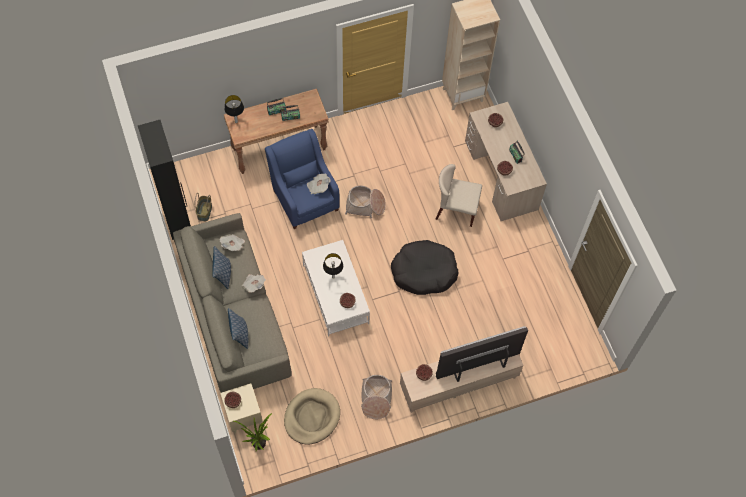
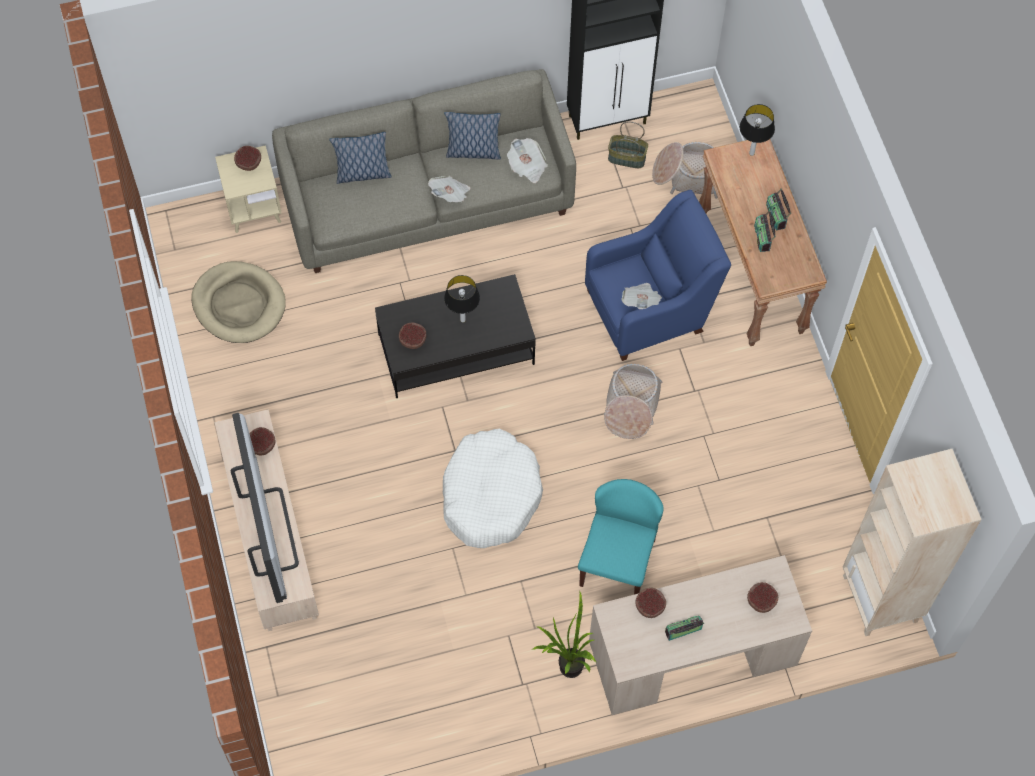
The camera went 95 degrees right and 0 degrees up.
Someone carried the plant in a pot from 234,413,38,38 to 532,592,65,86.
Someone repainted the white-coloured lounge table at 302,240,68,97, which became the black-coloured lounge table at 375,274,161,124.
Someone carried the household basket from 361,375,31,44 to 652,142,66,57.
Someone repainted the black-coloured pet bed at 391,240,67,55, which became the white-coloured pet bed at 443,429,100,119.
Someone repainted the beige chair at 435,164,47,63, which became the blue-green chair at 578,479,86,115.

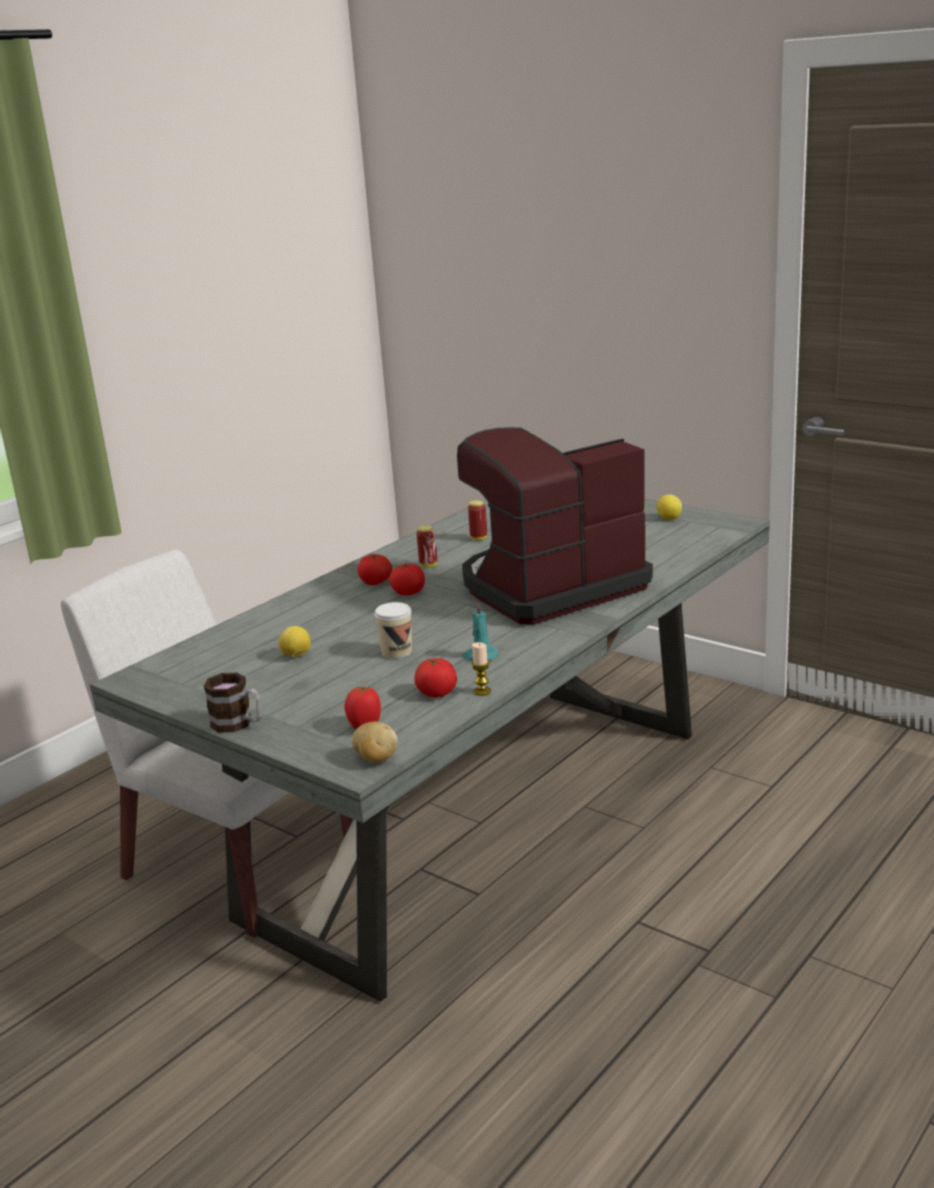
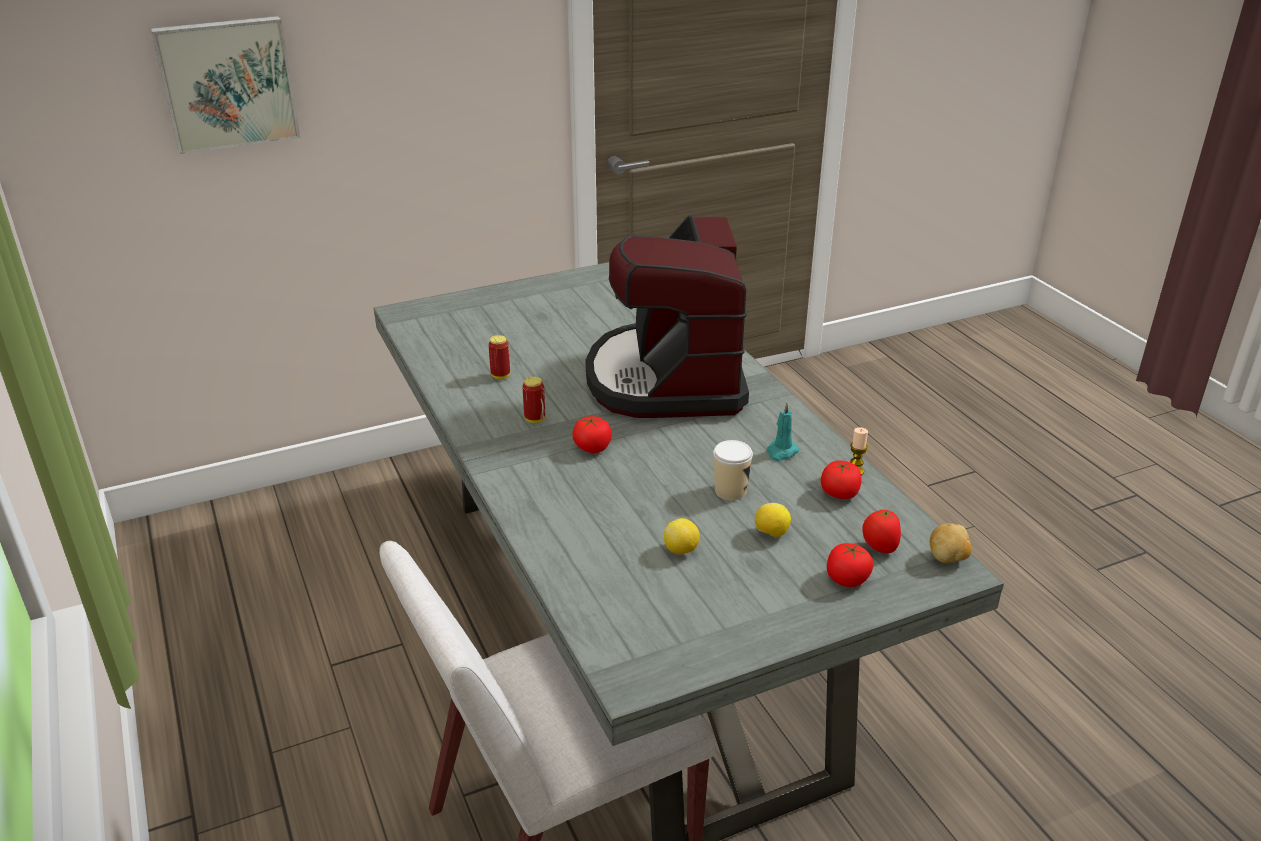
The camera went 65 degrees left and 10 degrees up.
Someone took away the coffee mug at 204,673,58,60.
Someone carried the whole tomato from 358,554,34,31 to 827,543,46,44.
Someone carried the whole lemon from 656,494,26,26 to 755,503,36,35.
Someone put up the wall art at 151,16,149,138.

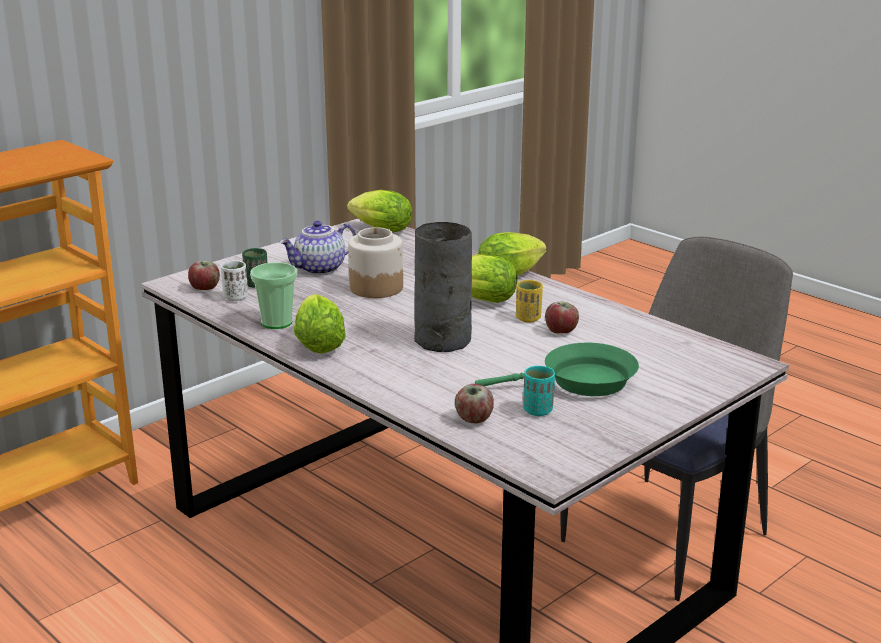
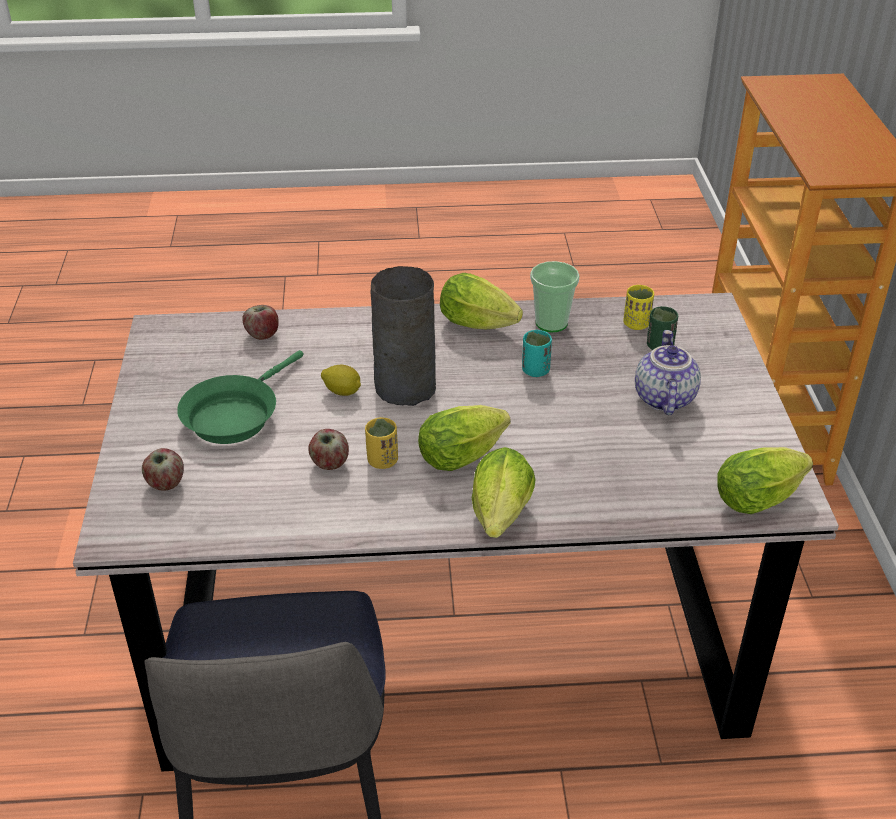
The camera went 130 degrees right and 15 degrees up.
Someone carried the apple from 188,261,32,29 to 142,448,42,42.
Someone repainted the white-coloured cup at 221,261,27,40, which became the yellow-coloured cup at 623,285,31,45.
Someone took away the preserve jar at 348,227,55,71.
Someone carried the blue-green cup from 523,366,32,50 to 522,330,30,47.
Someone put down the whole lemon at 321,365,40,31.

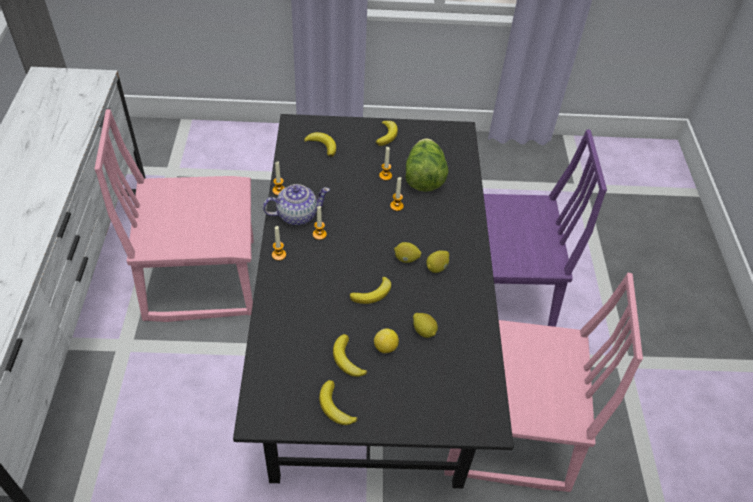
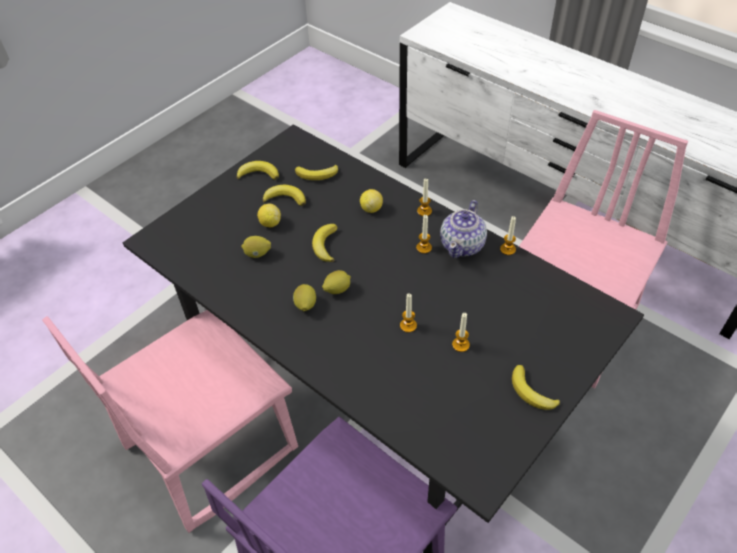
The camera went 135 degrees right and 0 degrees up.
Someone carried the banana from 304,132,32,25 to 295,165,43,15.
Someone took away the head of lettuce at 405,138,44,54.
Someone put down the whole lemon at 360,189,23,24.

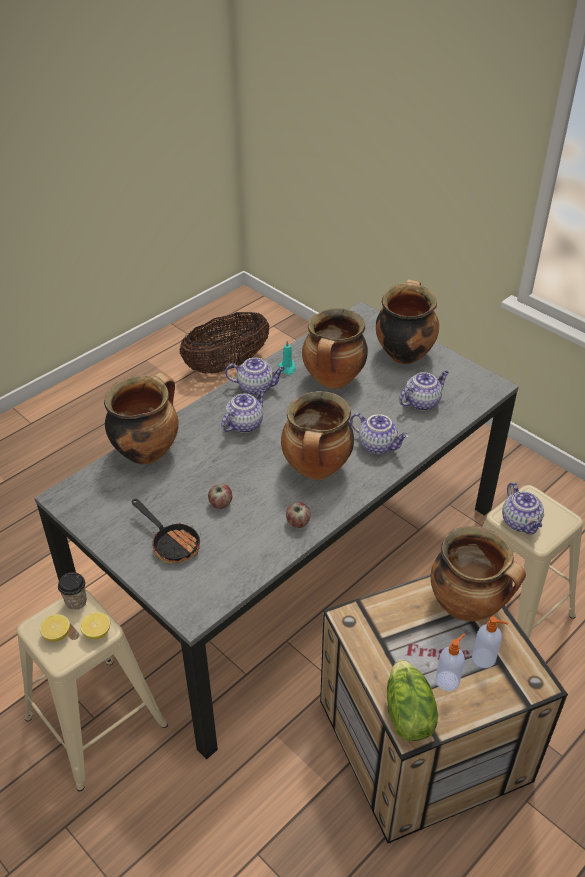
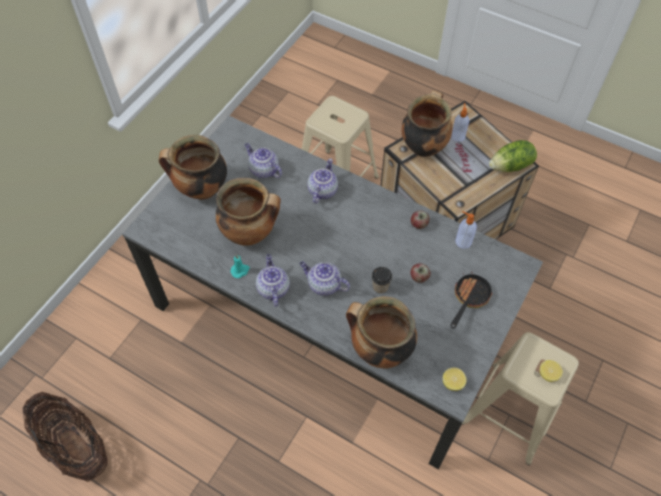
The camera went 105 degrees left and 15 degrees up.
Someone carried the cup from 58,572,29,38 to 371,267,21,27.
Someone carried the whole lemon from 80,612,30,27 to 443,368,24,23.
Someone took away the saucepot at 281,391,73,89.
Someone carried the soap dispenser from 435,633,30,58 to 455,211,22,38.
Someone took away the tea pot at 502,482,42,53.

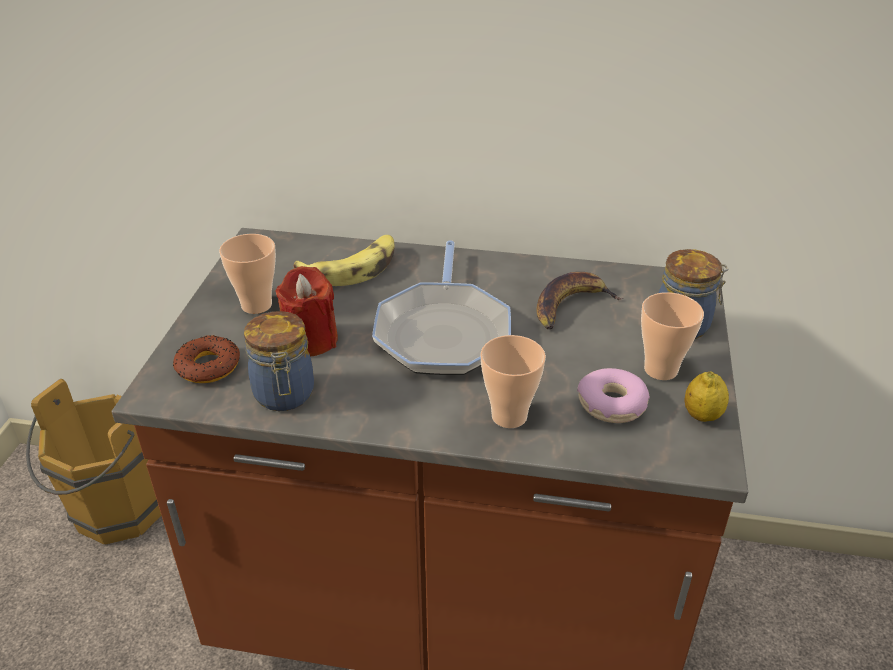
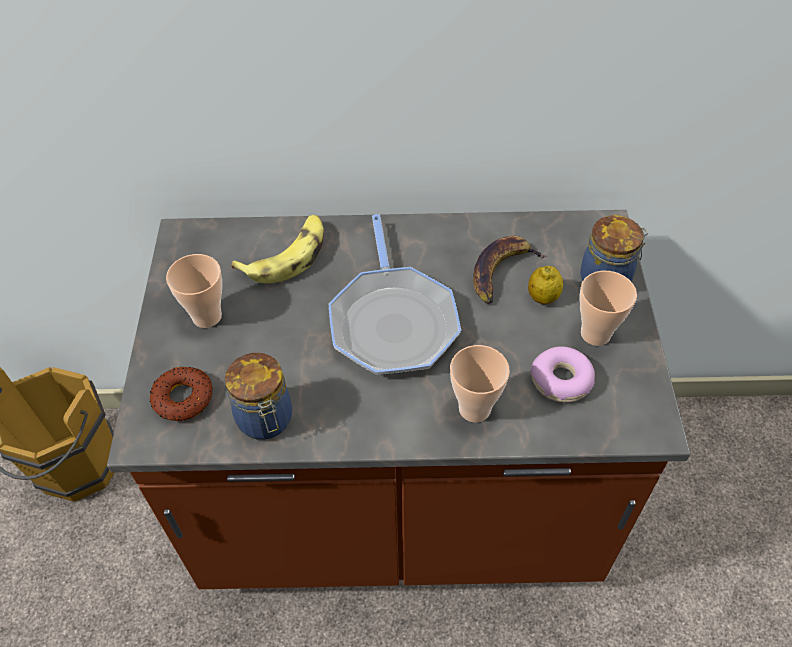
The camera went 10 degrees left and 15 degrees up.
Someone took away the reddish candle at 275,266,63,90.
Someone carried the whole lemon from 684,371,45,51 to 528,266,35,38.

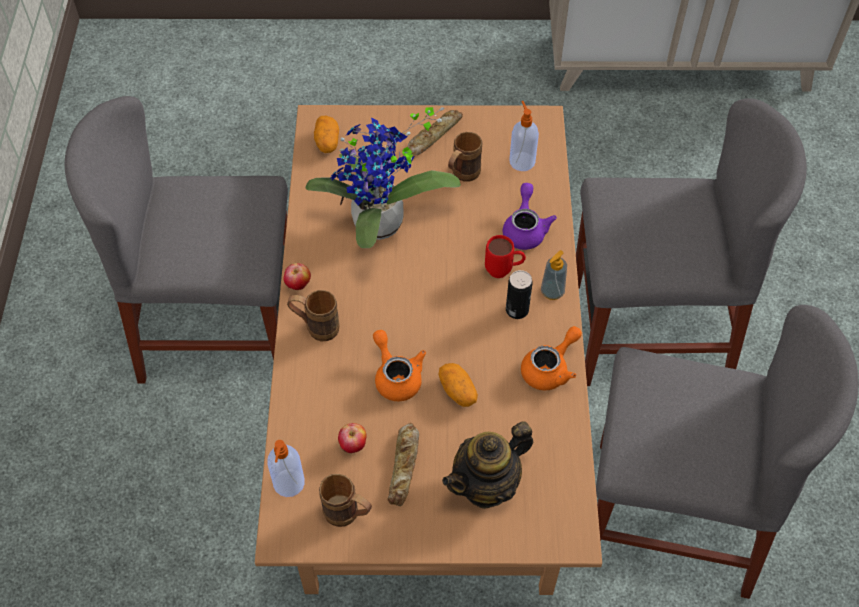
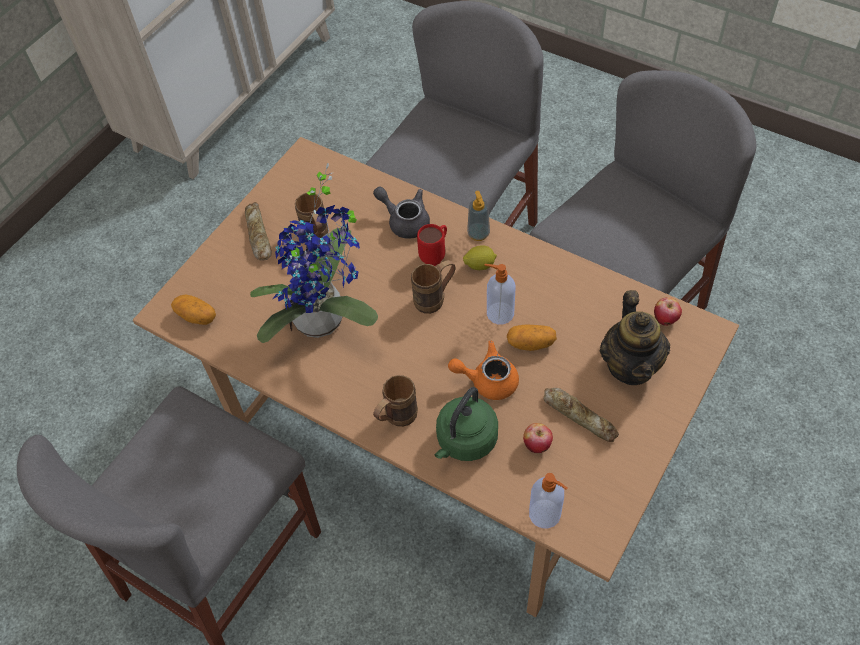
The camera went 55 degrees left and 0 degrees up.
Someone carried the apple from 283,263,28,27 to 654,297,28,29.
Someone carried the brownish coffee mug from 319,474,53,53 to 411,260,45,54.
Someone repainted the purplish tea pot at 503,183,54,67, which became the grey tea pot at 373,186,57,53.
Someone swapped the sealed can at 506,270,27,49 for the whole lemon at 463,245,34,25.
Someone carried the soap dispenser from 509,101,30,70 to 485,264,31,61.
Someone took away the orangey tea pot at 521,326,61,64.
Someone put down the green tea kettle at 434,387,64,74.

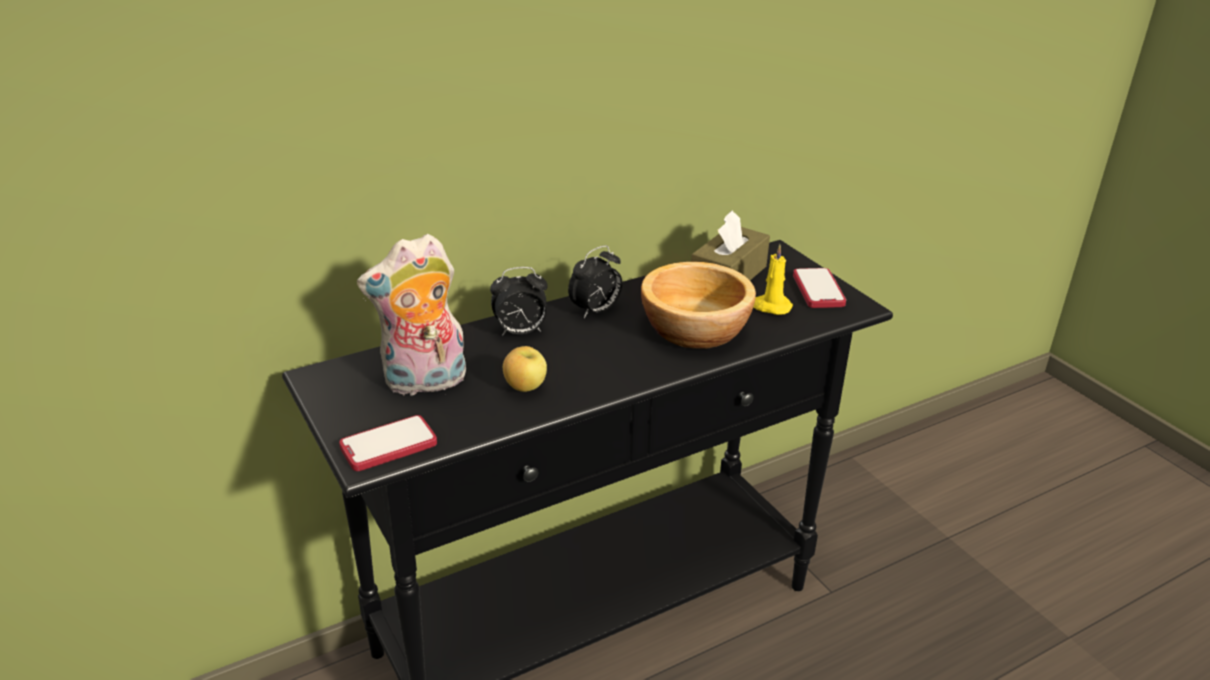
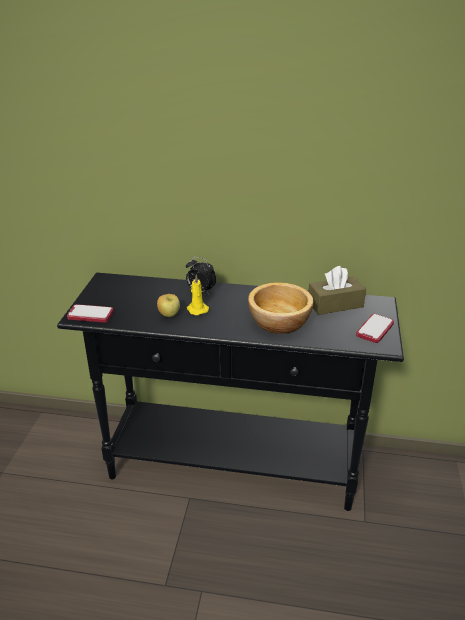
The camera went 40 degrees right and 0 degrees up.
Someone took away the plush toy at 357,234,109,162.
Someone took away the table clock at 568,245,54,73.
Someone carried the yellow-coloured candle from 753,244,40,71 to 187,274,22,41.

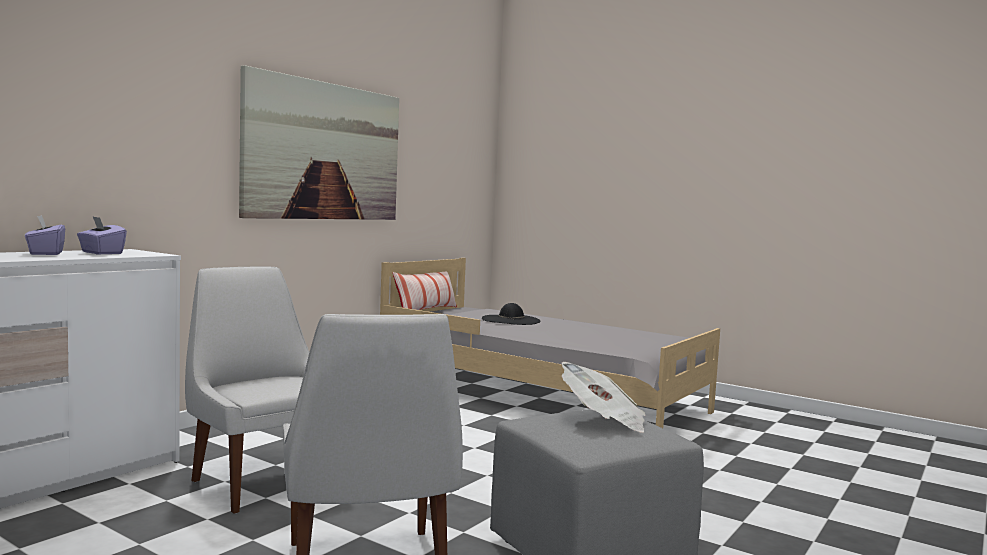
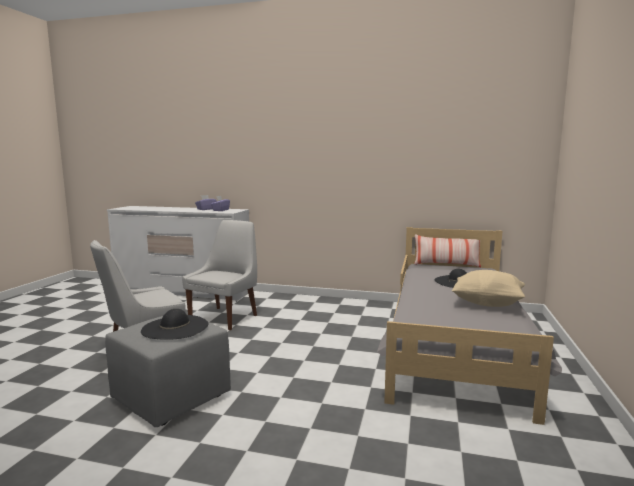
The camera went 70 degrees right and 5 degrees up.
Someone took away the wall art at 239,65,160,155.
Someone swapped the daily paper at 562,362,84,71 for the black-coloured hat at 141,309,67,31.
Someone put down the beige pillow at 452,270,73,37.

